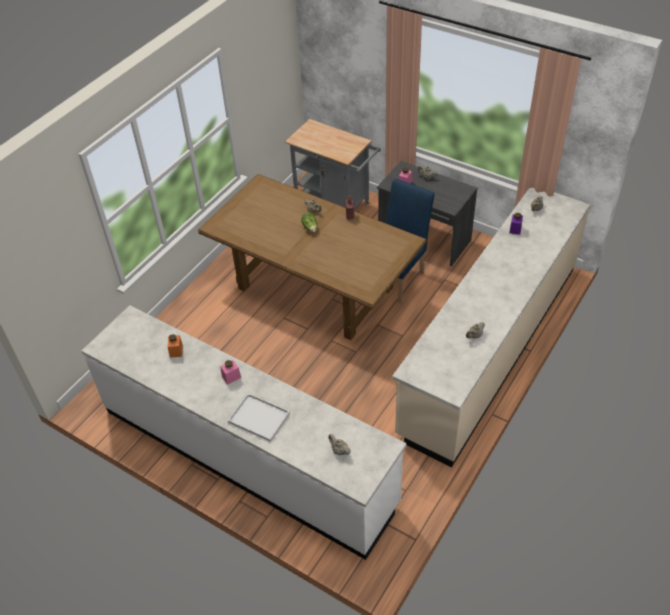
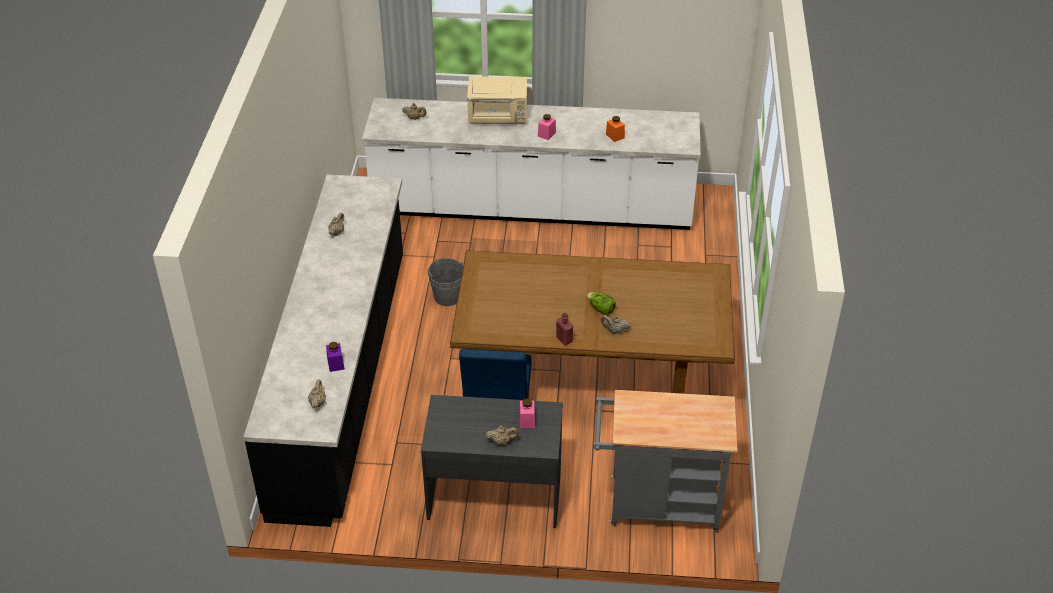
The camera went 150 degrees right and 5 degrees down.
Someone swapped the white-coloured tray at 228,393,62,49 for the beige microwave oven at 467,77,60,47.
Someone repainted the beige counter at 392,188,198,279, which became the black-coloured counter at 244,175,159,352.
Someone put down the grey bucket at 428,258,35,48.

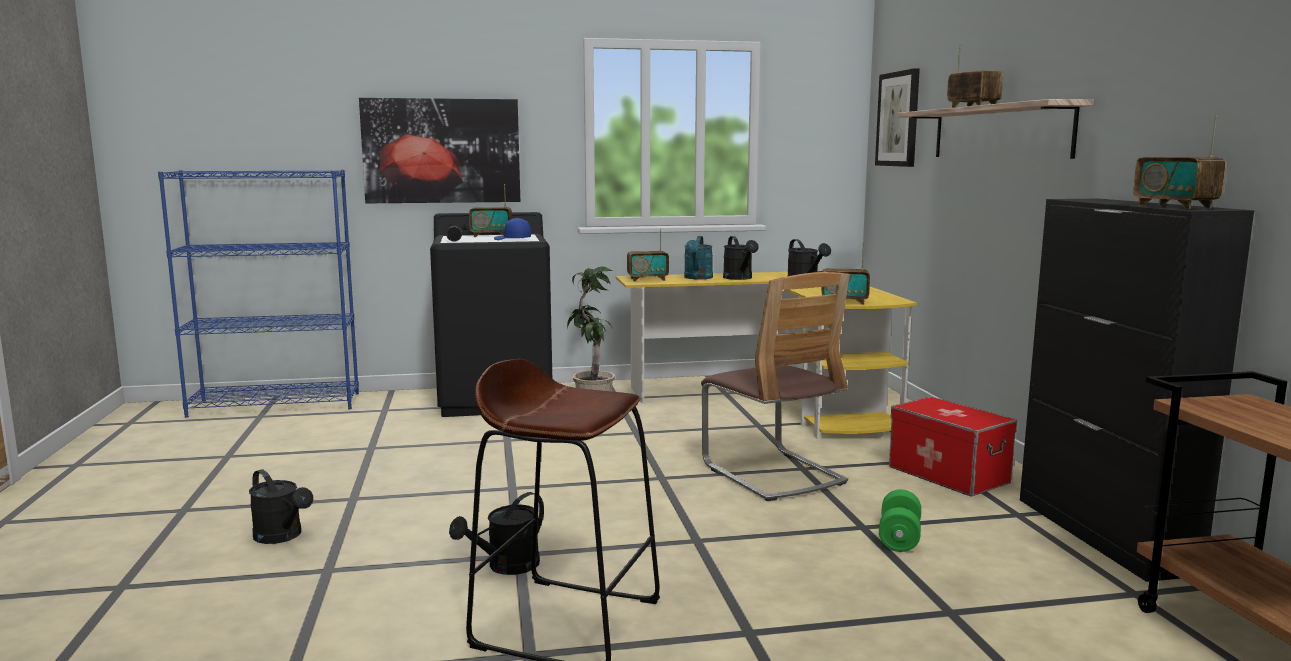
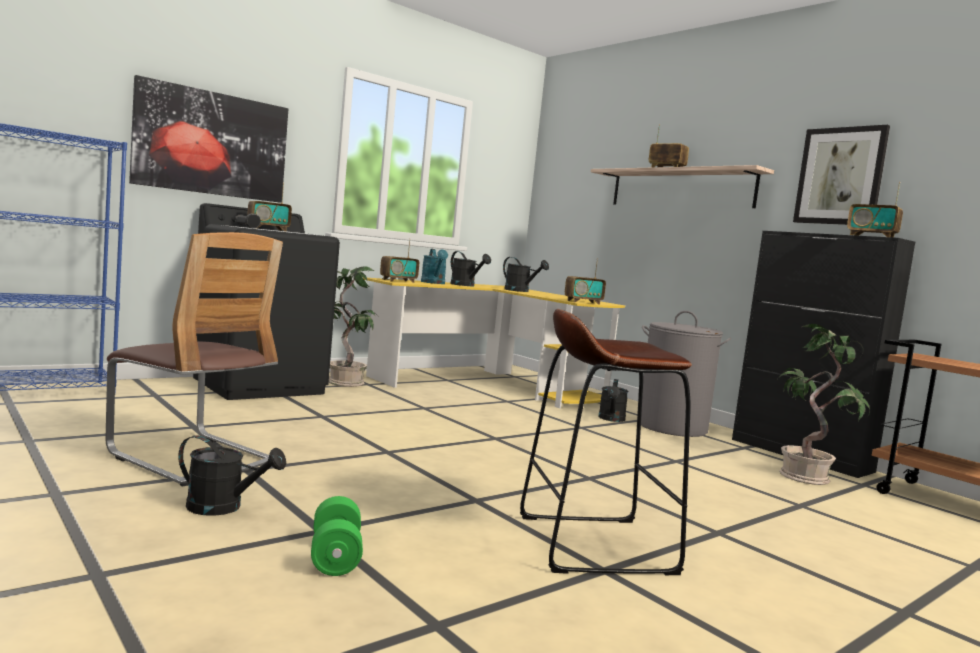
The camera went 30 degrees left and 5 degrees down.
Someone carried the black-coloured watering pot from 449,492,95,83 to 598,379,30,43.
Someone took away the blue-coloured peaked cap at 494,218,37,22.
Someone carried the chair from 701,272,149,229 to 105,232,178,255.
Someone carried the wall art from 875,68,45,99 to 793,125,97,100.
Someone carried the green hand weight from 879,489,42,63 to 311,496,52,80.
Someone swapped the storage bin at 889,397,128,100 for the grey hamper at 641,311,90,126.
Someone put down the plant in a pot at 778,324,92,161.

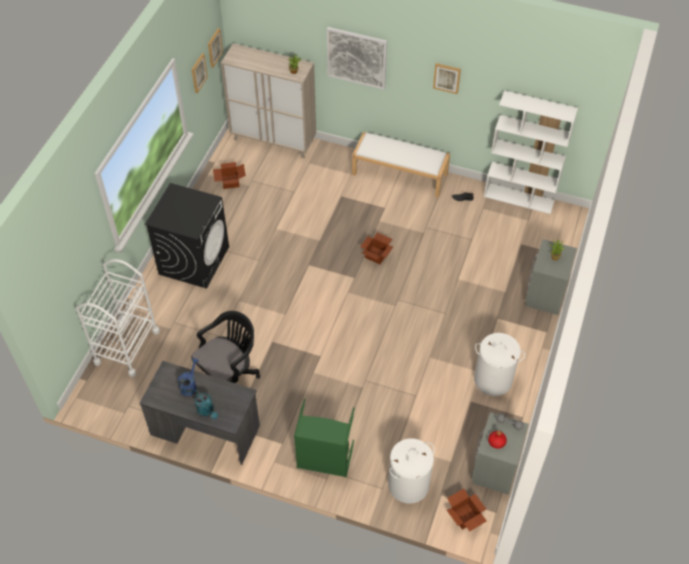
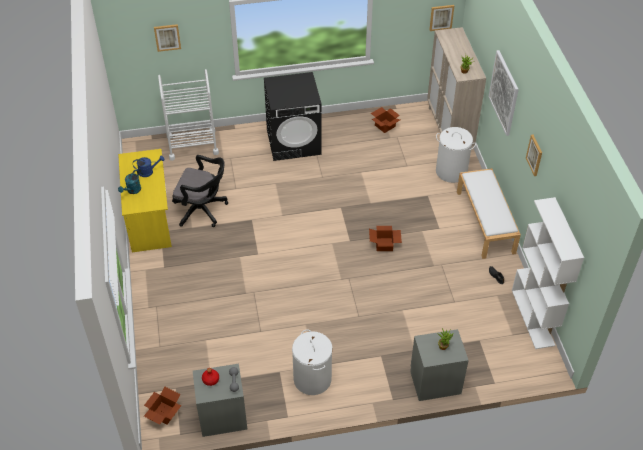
The camera went 60 degrees right and 5 degrees down.
Someone repainted the grey desk at 139,361,121,104, which became the yellow-coloured desk at 118,149,54,103.
Someone carried the wall art from 192,53,16,40 to 154,24,27,28.
Someone took away the green hamper at 294,399,61,78.
Someone carried the white-coloured hamper from 388,438,47,65 to 436,127,40,56.

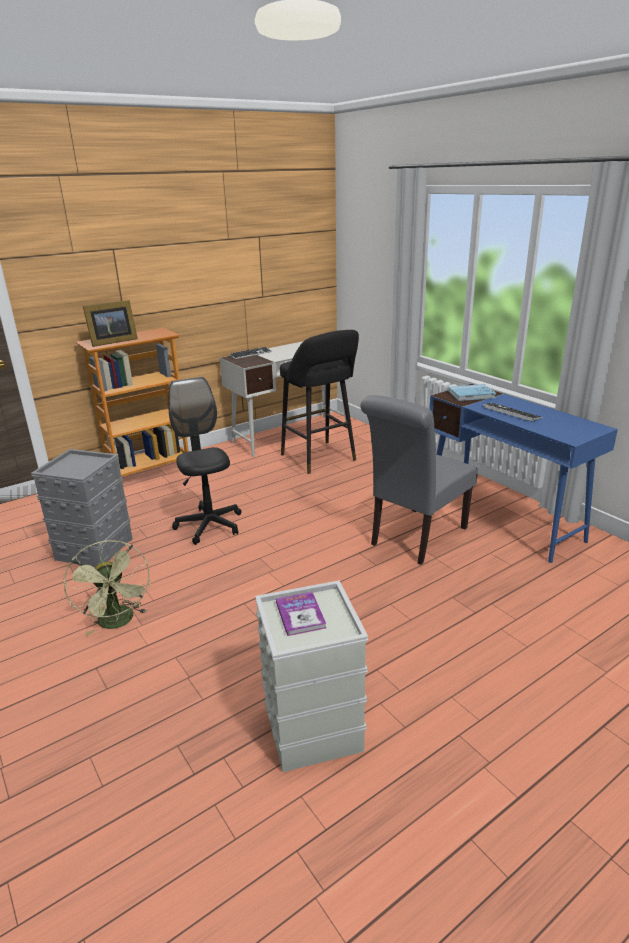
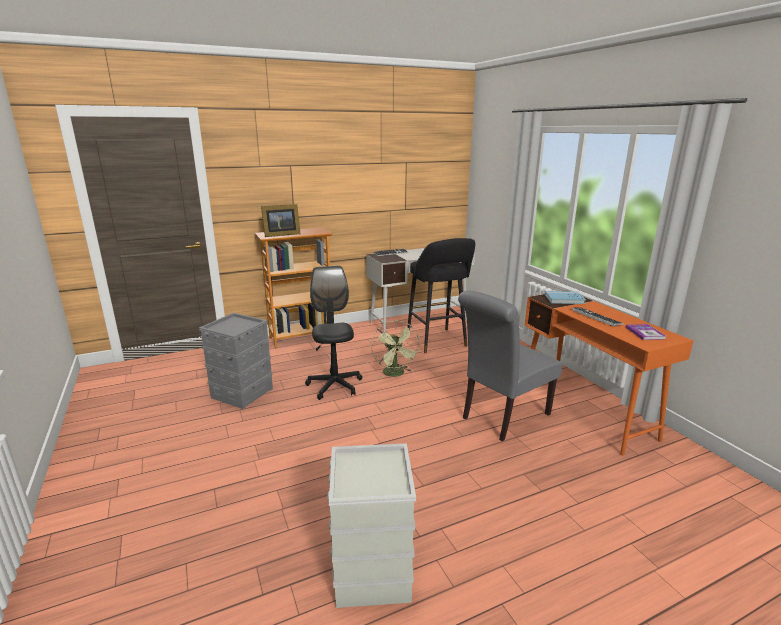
The camera went 10 degrees right and 5 degrees down.
Someone carried the green electric fan from 64,540,87,96 to 371,320,49,58.
Someone carried the book from 276,592,50,44 to 625,324,41,16.
Someone repainted the blue-coloured desk at 429,383,189,180, which became the orangey desk at 525,290,168,166.

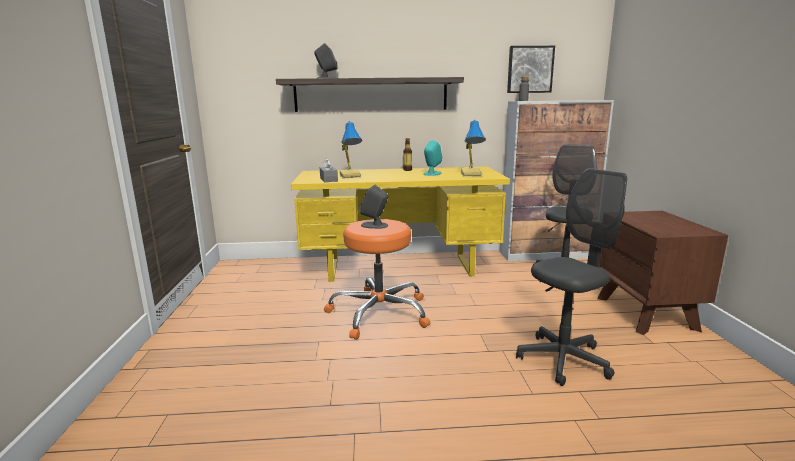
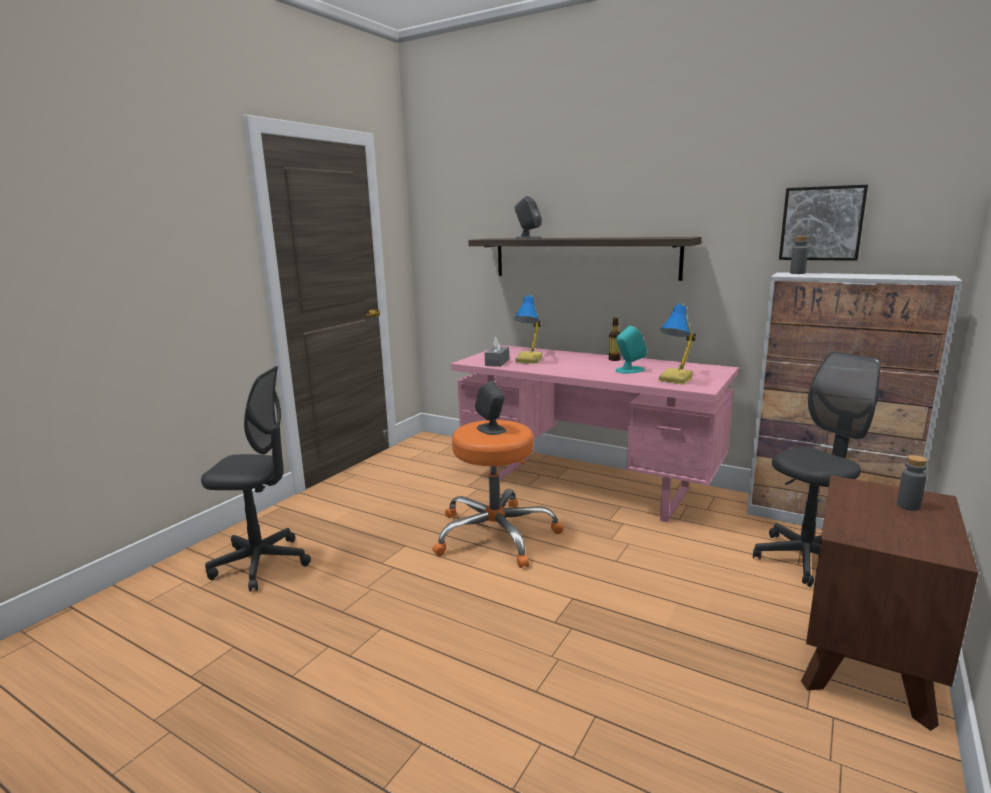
The camera went 35 degrees right and 0 degrees up.
Someone repainted the yellow-coloured desk at 291,167,219,115, which became the pink-coloured desk at 451,345,288,177.
Someone carried the grey office chair from 516,168,111,218 to 201,366,110,226.
Someone put down the grey drink bottle at 897,455,30,56.

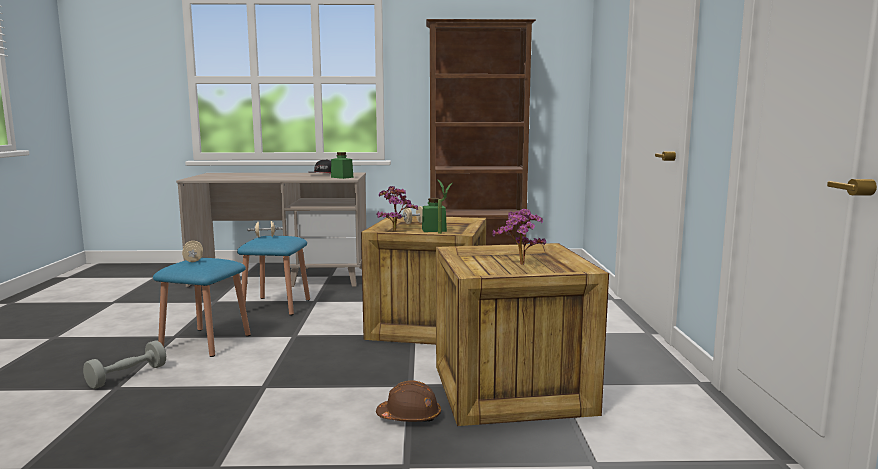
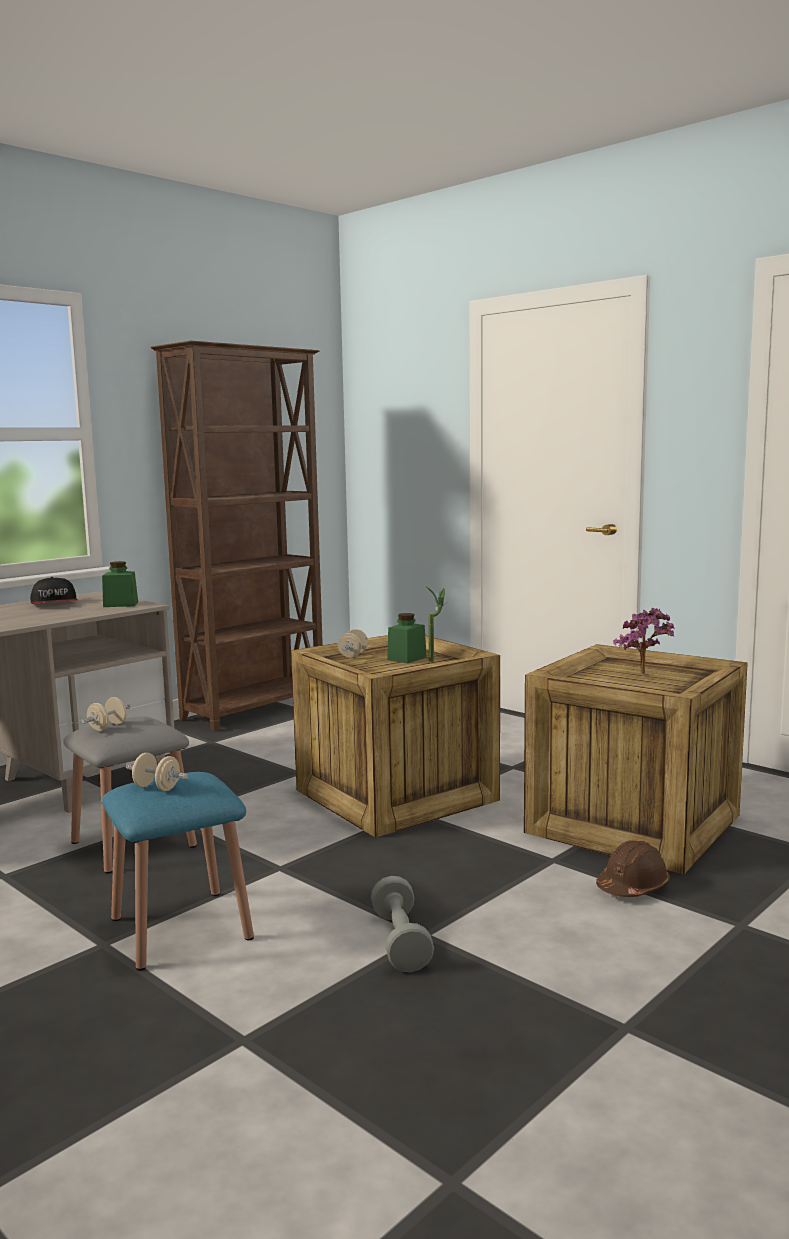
The camera went 45 degrees left and 0 degrees up.
Someone carried the grey hand weight from 83,341,83,48 to 371,876,63,96.
Someone repainted the blue-coloured stool at 237,236,73,80, which became the grey stool at 63,716,134,158.
Someone took away the plant in a pot at 377,186,41,45.

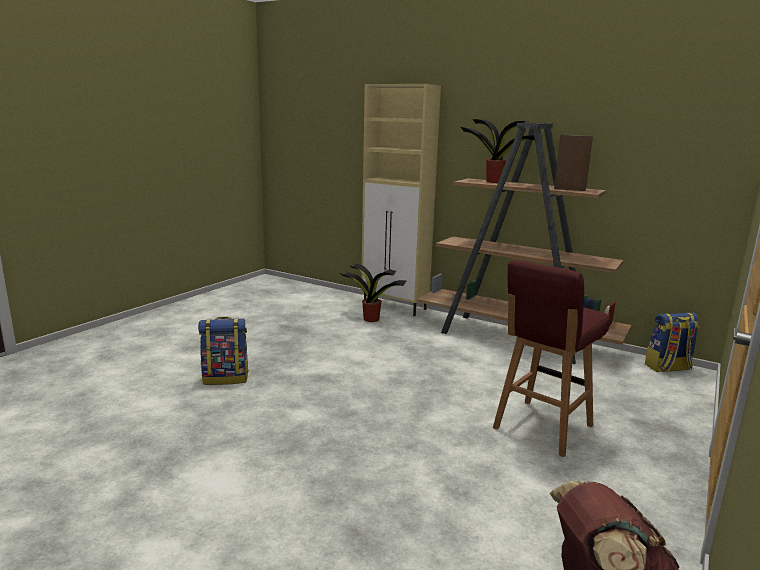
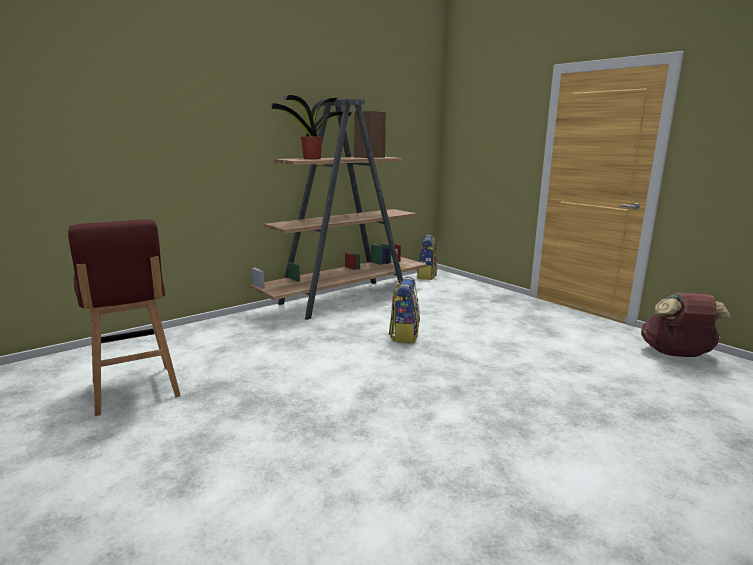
The camera went 70 degrees left and 0 degrees up.
Someone carried the backpack from 198,317,51,68 to 389,277,31,66.
Someone took away the plant in a pot at 341,263,65,59.
Someone took away the beige cabinet at 361,84,80,232.
Someone carried the reddish stool from 493,260,117,197 to 68,219,113,197.

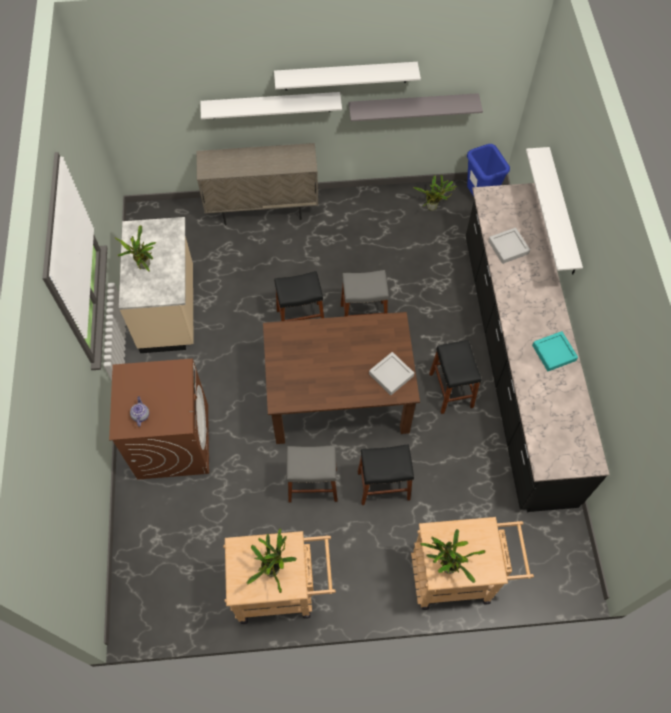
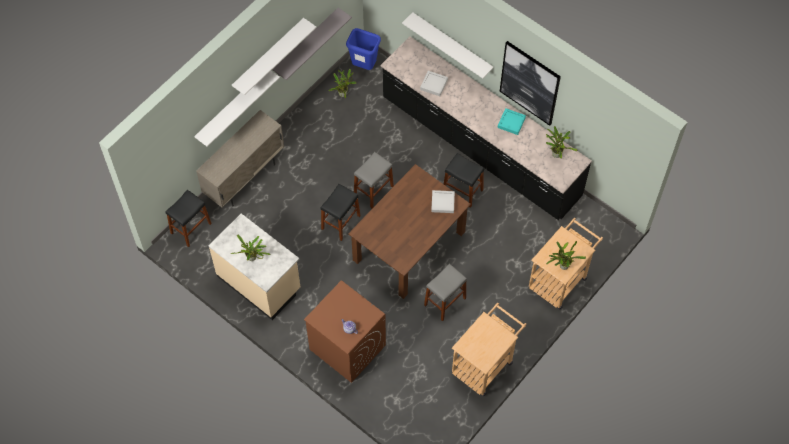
The camera went 45 degrees left and 0 degrees up.
Someone carried the plant in a pot from 247,528,50,65 to 546,126,32,33.
Someone carried the black-coloured stool from 358,444,56,61 to 165,190,47,57.
Someone put up the wall art at 500,41,61,85.

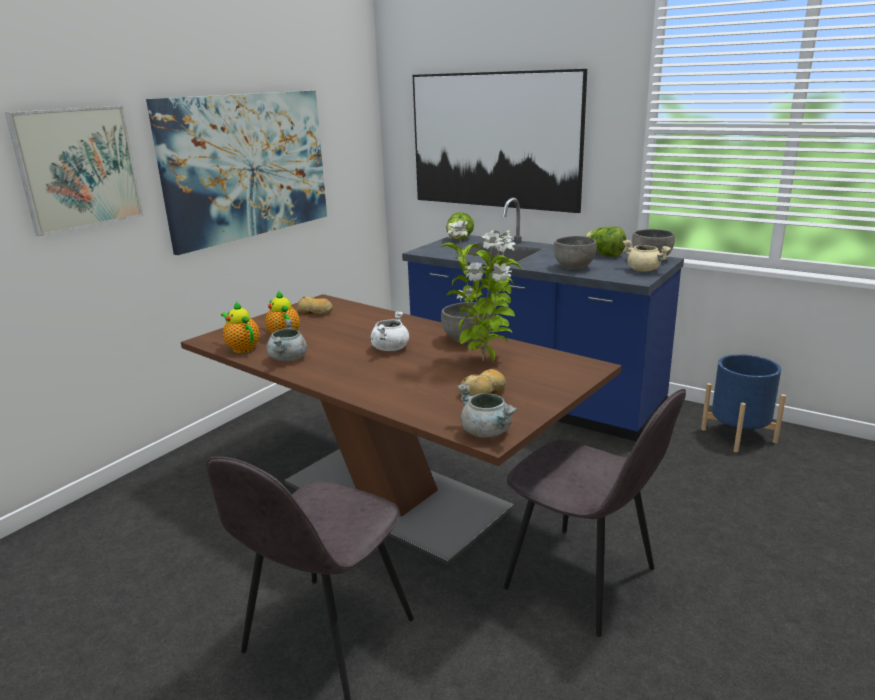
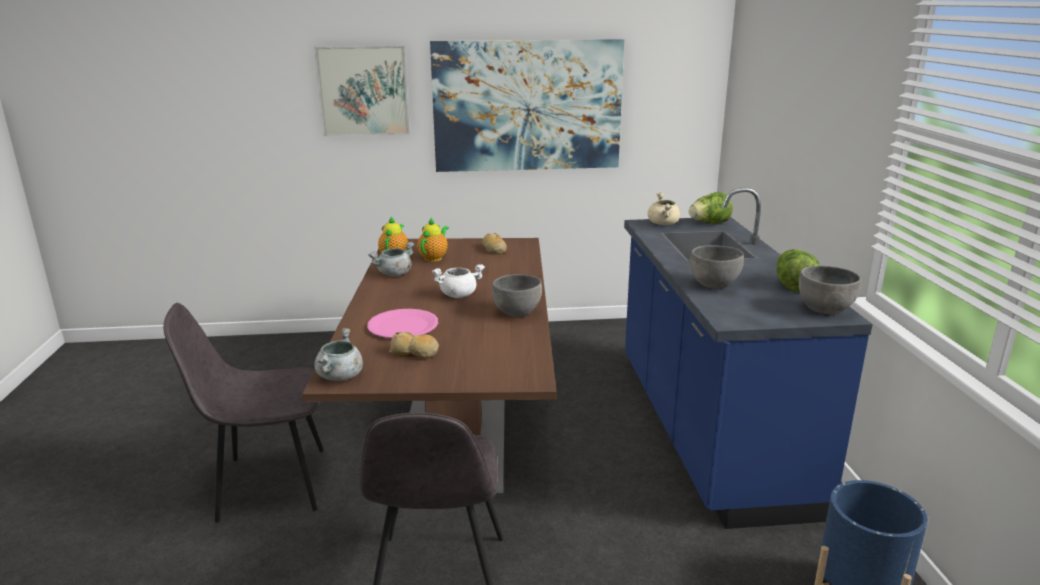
The camera went 50 degrees right and 0 degrees up.
Someone took away the wall art at 413,69,174,144.
Someone took away the plant in a pot at 441,221,80,140.
Someone carried the beige saucepot from 622,240,49,32 to 648,192,32,33.
Someone put down the pink-coloured dinner plate at 367,309,71,29.

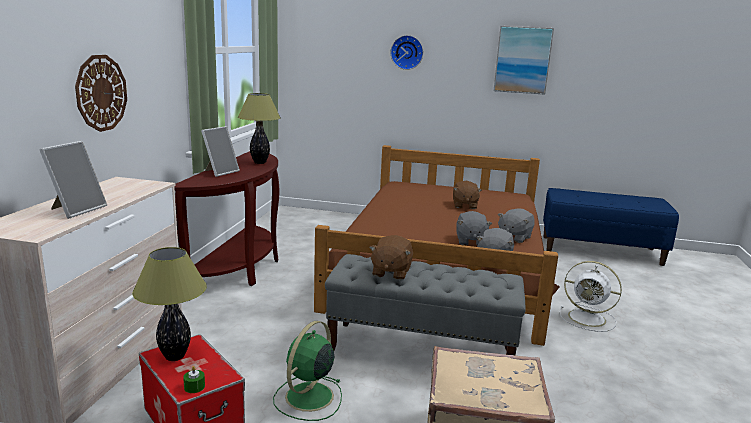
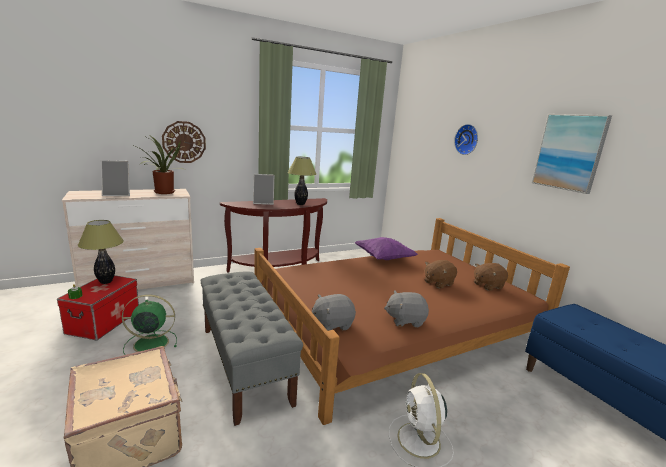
The camera went 50 degrees right and 0 degrees up.
Someone carried the brownish plush toy from 369,235,44,45 to 474,263,34,28.
Someone took away the grey plush toy at 456,211,36,35.
Someone put down the plant in a pot at 132,136,53,58.
Someone put down the purplish pillow at 354,237,64,23.

